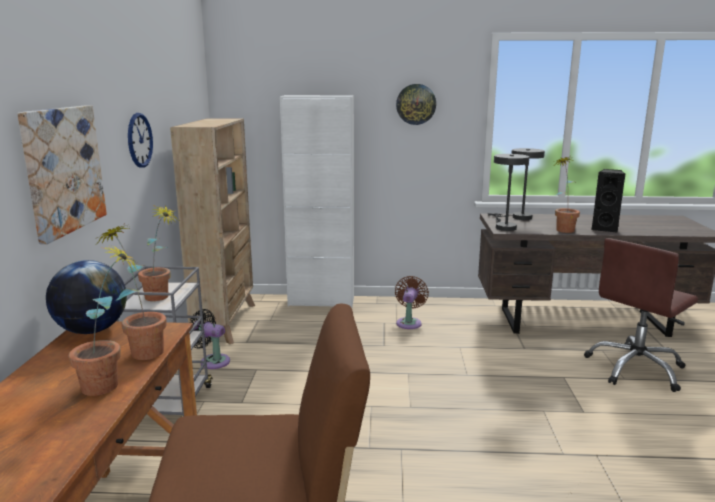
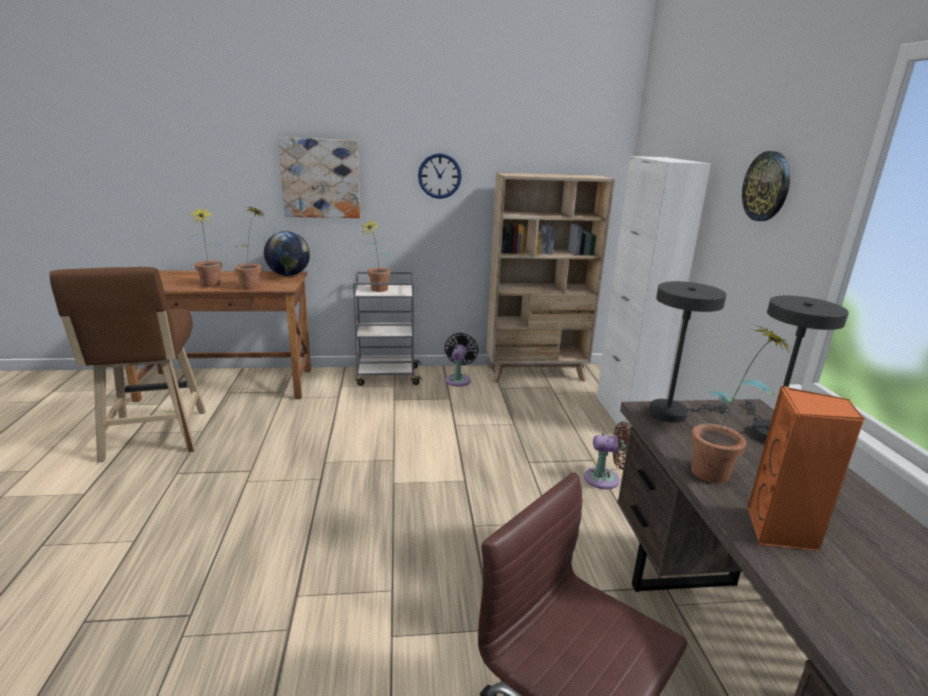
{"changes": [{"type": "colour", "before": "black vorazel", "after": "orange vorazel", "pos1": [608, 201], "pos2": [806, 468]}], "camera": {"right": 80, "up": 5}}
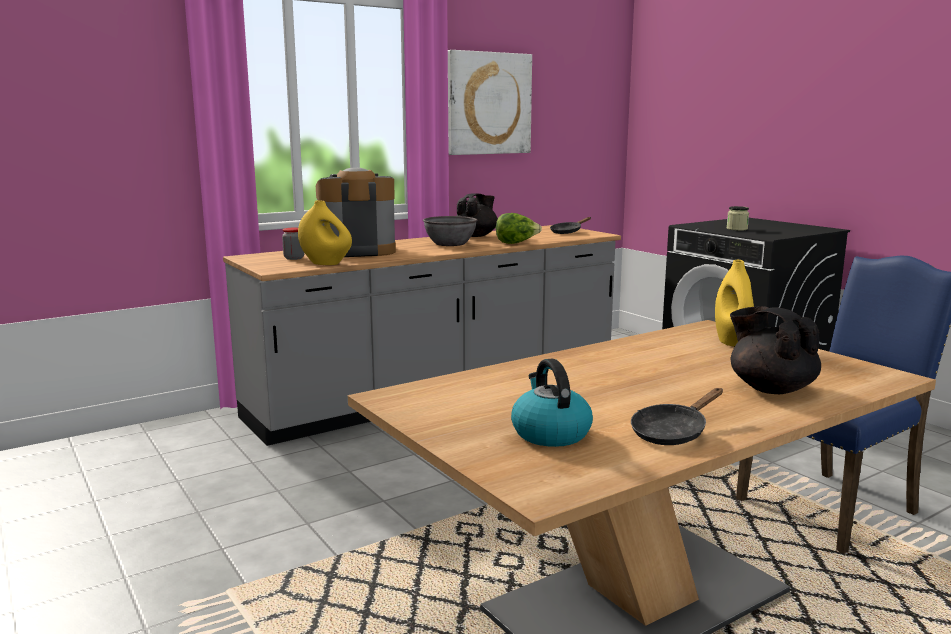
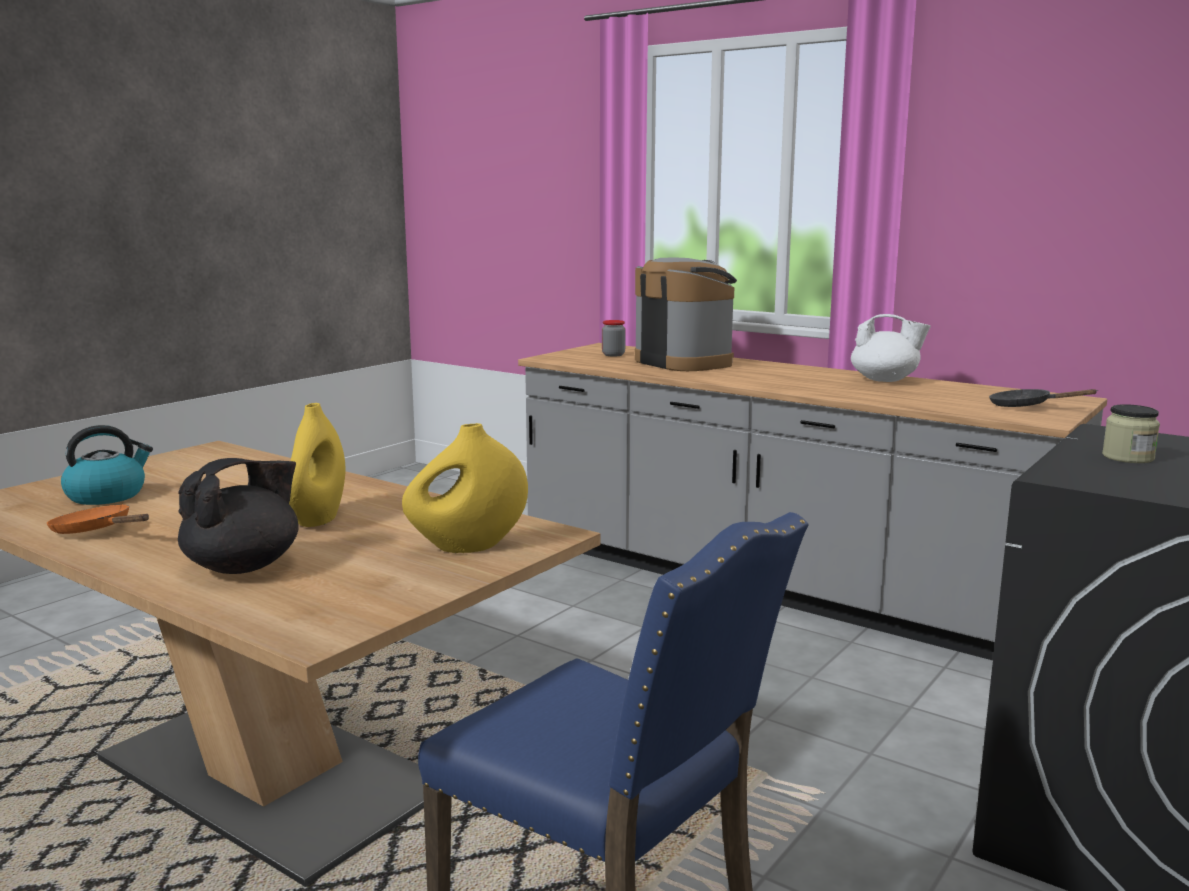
{"changes": [{"type": "missing", "before": "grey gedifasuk", "pos1": [450, 231]}, {"type": "missing", "before": "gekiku", "pos1": [490, 102]}, {"type": "missing", "before": "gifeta", "pos1": [519, 228]}, {"type": "relocated", "before": "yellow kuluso", "pos1": [325, 232], "pos2": [317, 465]}, {"type": "colour", "before": "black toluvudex", "after": "white toluvudex", "pos1": [477, 215], "pos2": [891, 348]}, {"type": "colour", "before": "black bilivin", "after": "orange bilivin", "pos1": [677, 416], "pos2": [98, 519]}], "camera": {"right": 70, "up": 0}}
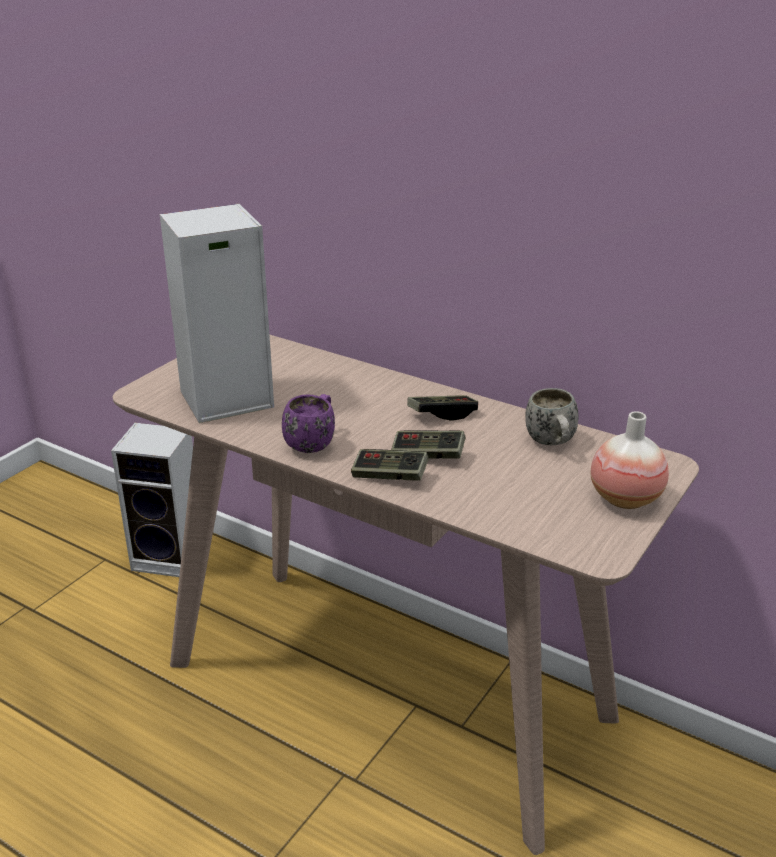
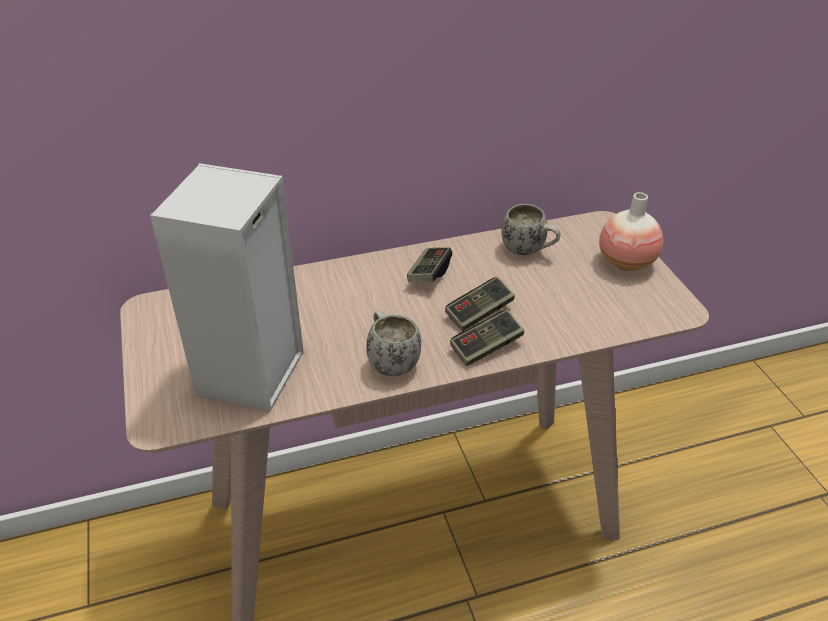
{"changes": [{"type": "missing", "before": "vorazel", "pos1": [152, 500]}, {"type": "colour", "before": "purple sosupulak", "after": "white sosupulak", "pos1": [308, 423], "pos2": [393, 343]}], "camera": {"right": -50, "up": 10}}
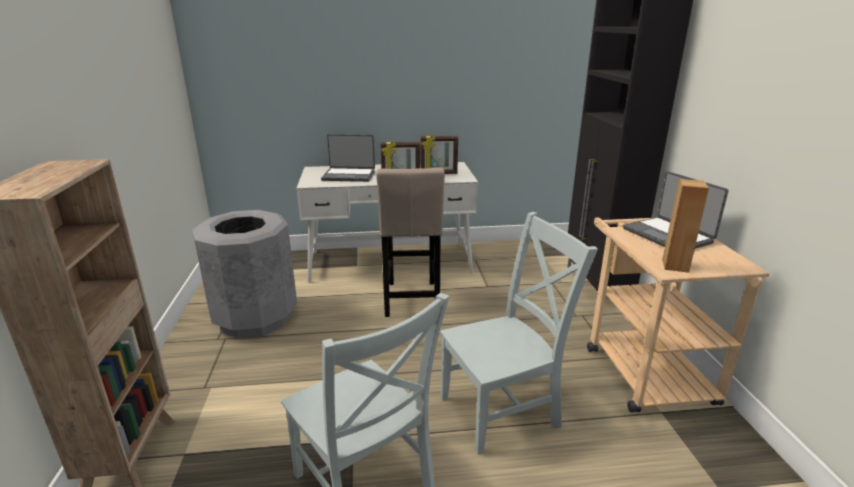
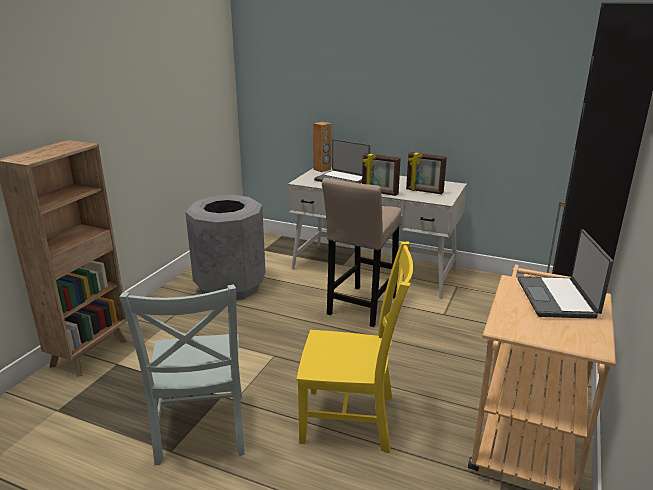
{"changes": [{"type": "relocated", "before": "brown vorazel", "pos1": [685, 226], "pos2": [322, 147]}, {"type": "colour", "before": "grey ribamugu", "after": "yellow ribamugu", "pos1": [519, 333], "pos2": [355, 347]}], "camera": {"right": 30, "up": 0}}
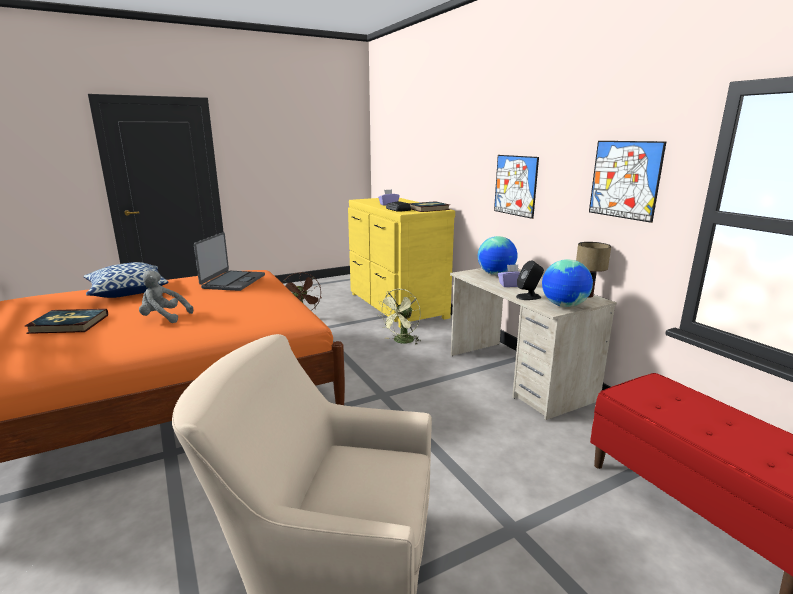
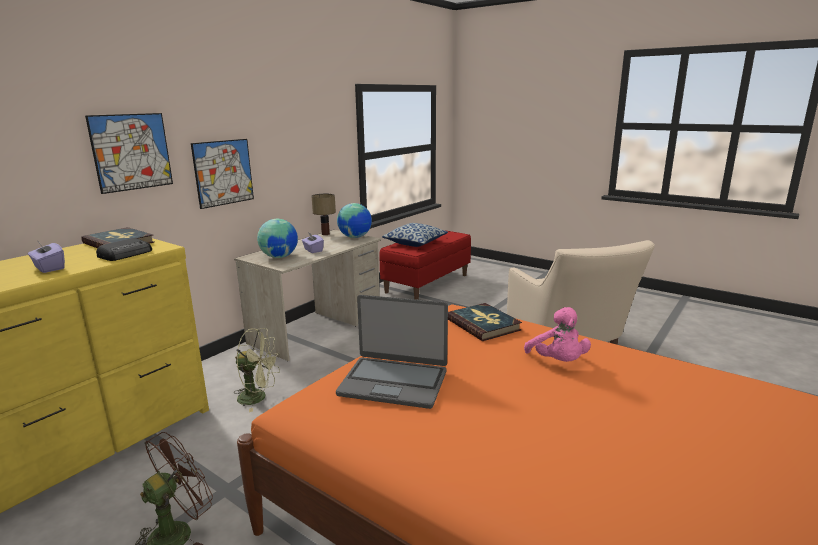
{"changes": [{"type": "missing", "before": "black vorazel", "pos1": [530, 280]}, {"type": "relocated", "before": "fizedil", "pos1": [66, 321], "pos2": [485, 322]}, {"type": "relocated", "before": "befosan", "pos1": [126, 280], "pos2": [415, 235]}, {"type": "relocated", "before": "gekiku", "pos1": [628, 182], "pos2": [129, 153]}, {"type": "colour", "before": "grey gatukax", "after": "pink gatukax", "pos1": [166, 296], "pos2": [557, 334]}, {"type": "spun", "before": "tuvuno", "pos1": [229, 261], "pos2": [392, 352], "turn": -150}], "camera": {"right": -115, "up": 0}}
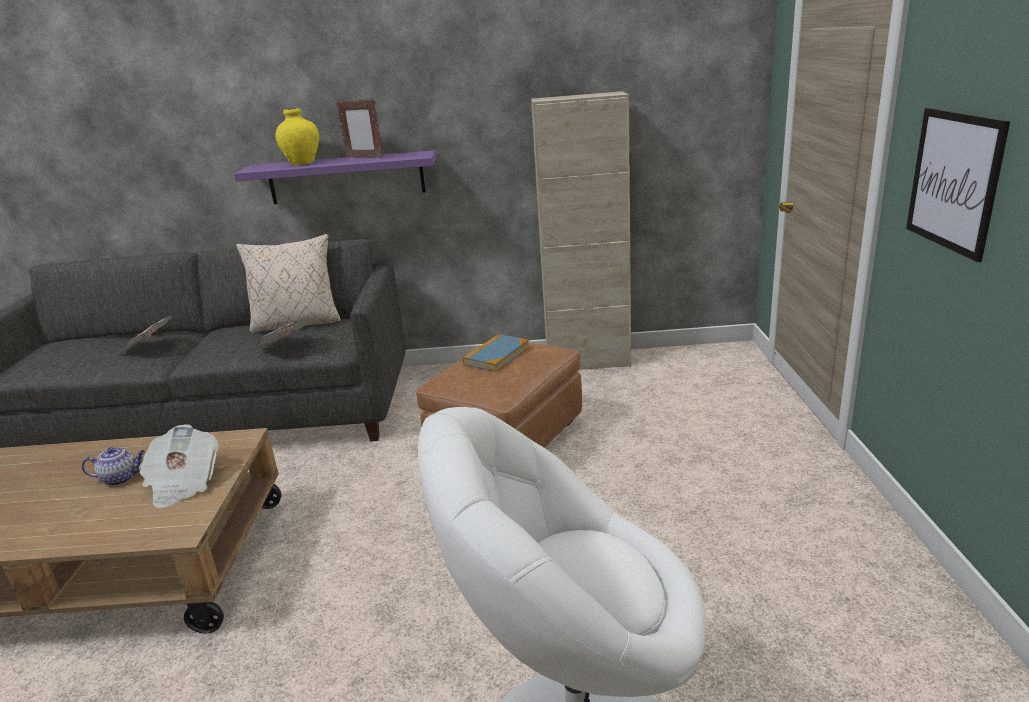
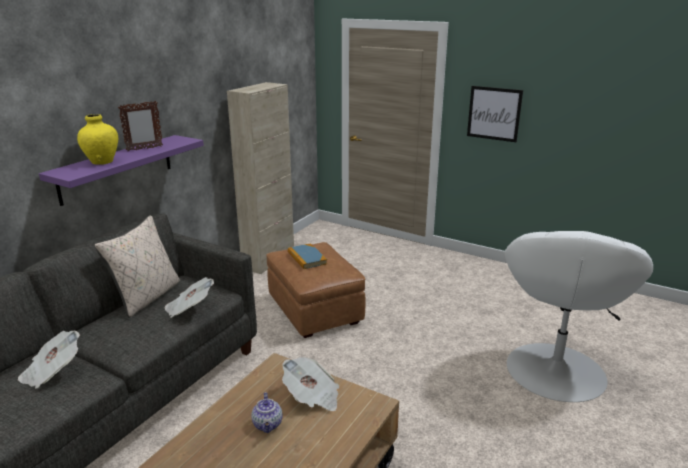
{"changes": [{"type": "spun", "before": "toluvudex", "pos1": [113, 466], "pos2": [267, 412], "turn": 150}], "camera": {"right": -60, "up": 0}}
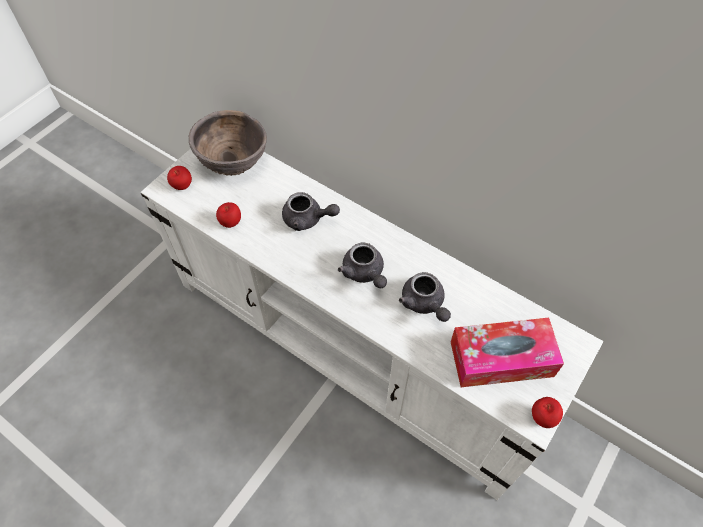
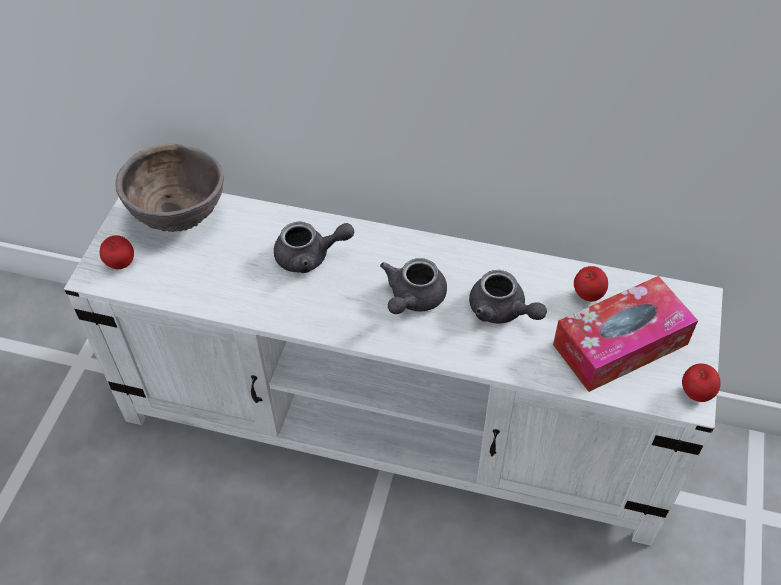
{"changes": [{"type": "relocated", "before": "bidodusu", "pos1": [228, 215], "pos2": [591, 284]}, {"type": "spun", "before": "grey toluvudex", "pos1": [362, 265], "pos2": [413, 286], "turn": 75}], "camera": {"right": -20, "up": -5}}
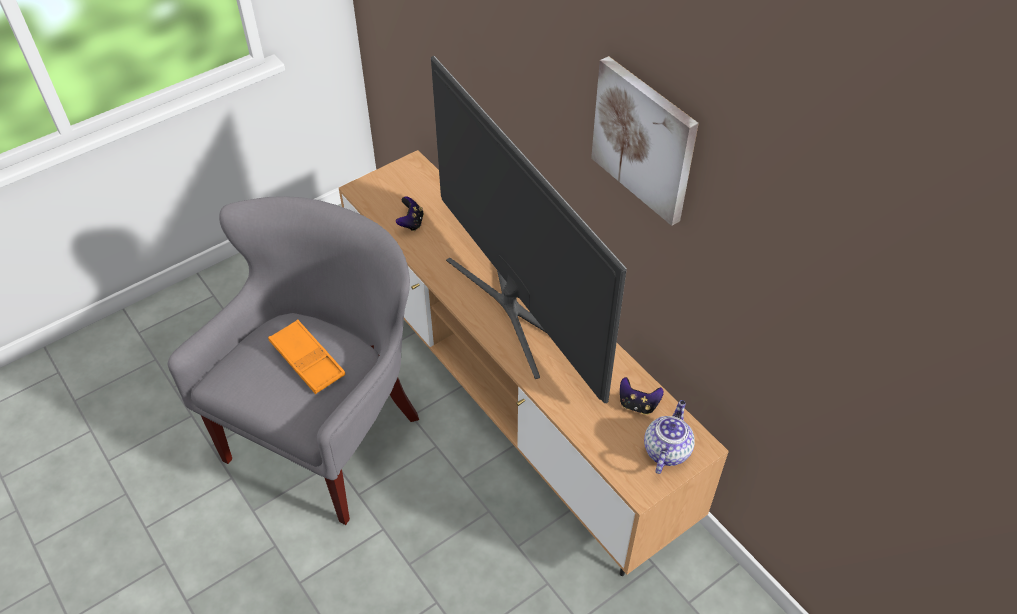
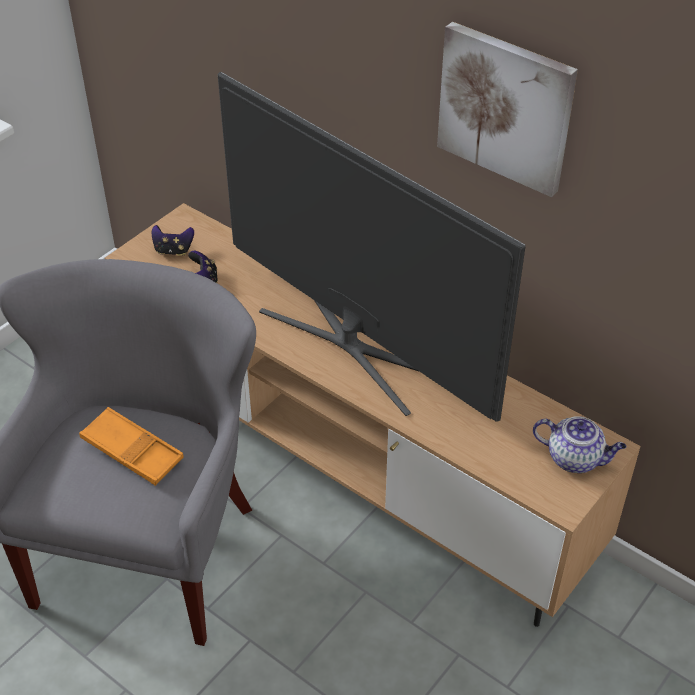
{"changes": [{"type": "relocated", "before": "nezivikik", "pos1": [642, 396], "pos2": [173, 240]}, {"type": "spun", "before": "toluvudex", "pos1": [669, 437], "pos2": [579, 444], "turn": 105}], "camera": {"right": -15, "up": -5}}
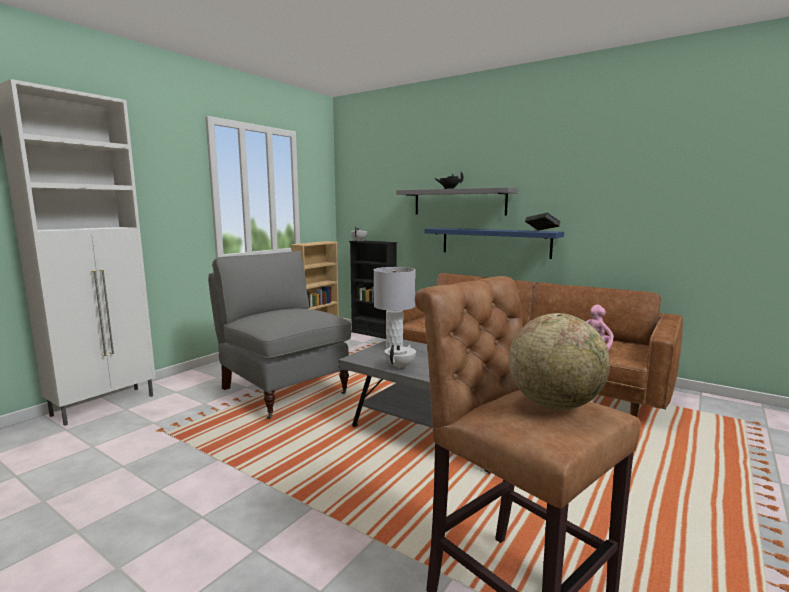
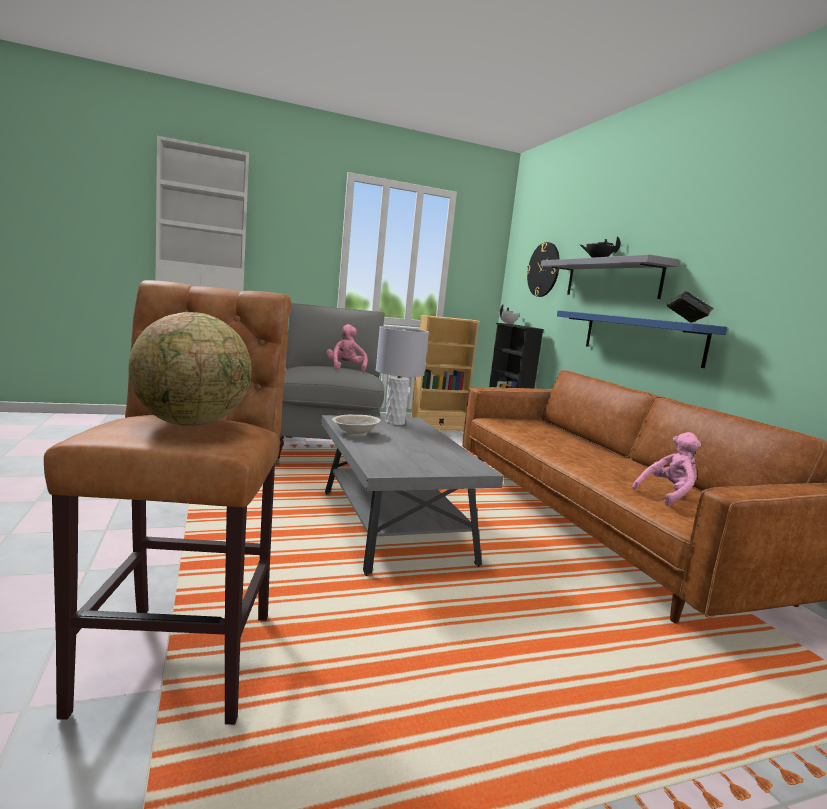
{"changes": [{"type": "appeared", "after": "pink gatukax", "pos2": [347, 348]}, {"type": "appeared", "after": "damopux", "pos2": [543, 269]}, {"type": "exchanged", "before": "white toluvudex", "after": "beige gedifasuk", "pos1": [400, 357], "pos2": [356, 425]}], "camera": {"right": 35, "up": 0}}
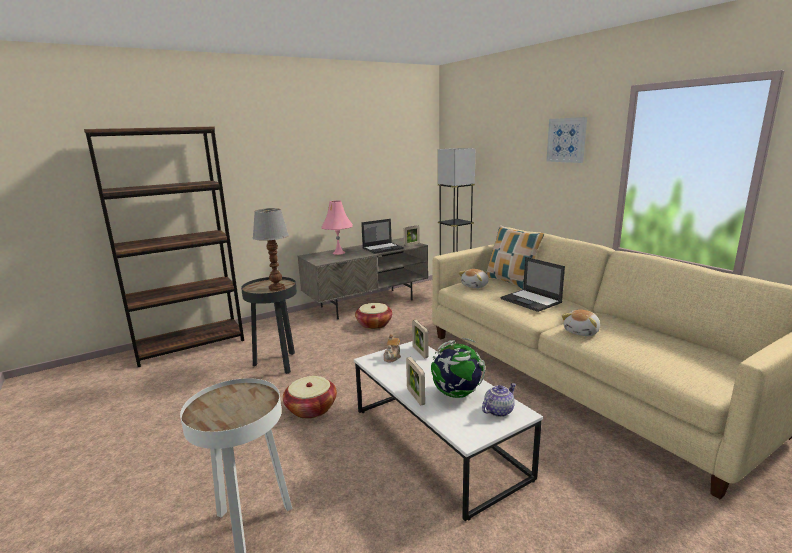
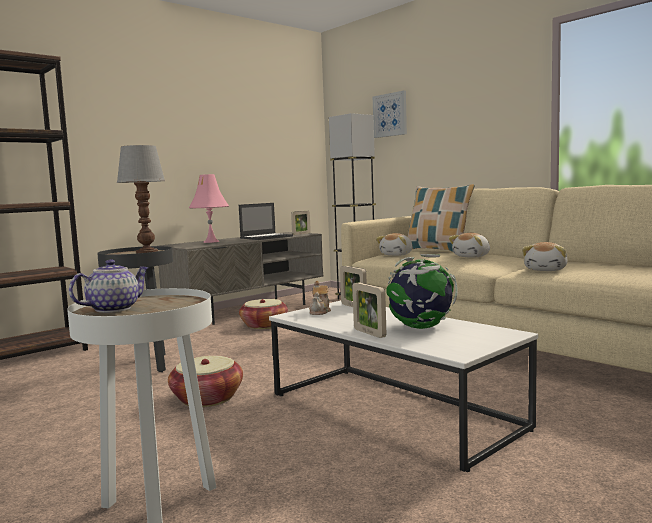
{"changes": [{"type": "relocated", "before": "toluvudex", "pos1": [499, 400], "pos2": [109, 286]}, {"type": "relocated", "before": "gekiku", "pos1": [566, 140], "pos2": [390, 114]}, {"type": "exchanged", "before": "tuvuno", "after": "gatukax", "pos1": [533, 284], "pos2": [469, 245]}], "camera": {"right": -10, "up": -10}}
